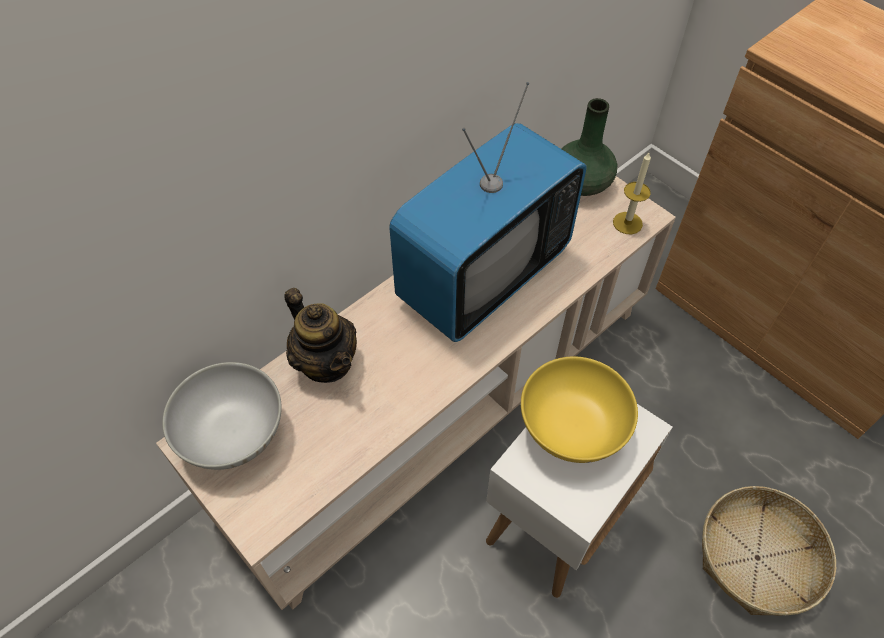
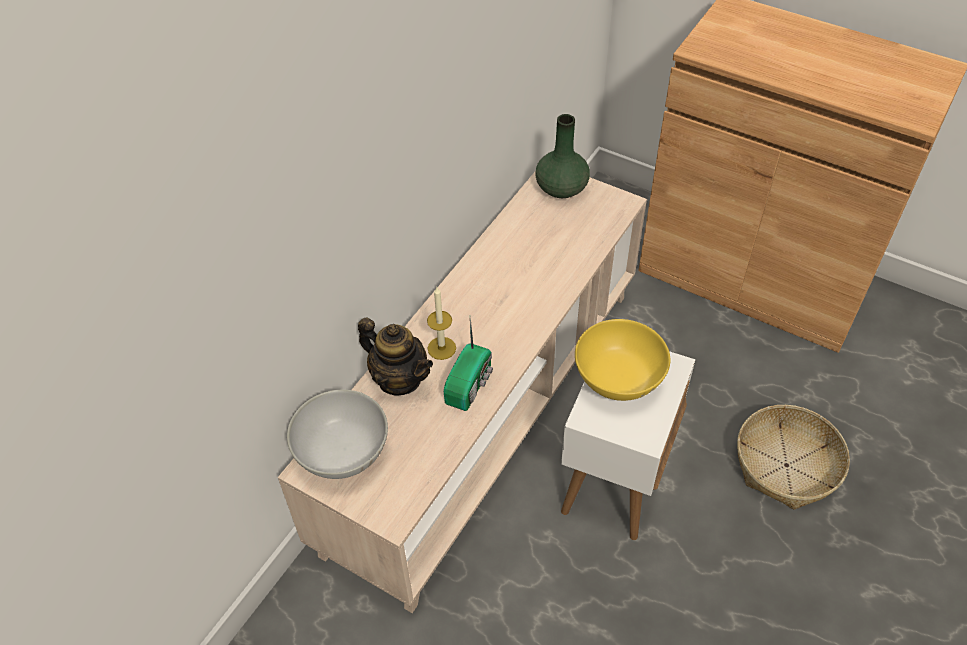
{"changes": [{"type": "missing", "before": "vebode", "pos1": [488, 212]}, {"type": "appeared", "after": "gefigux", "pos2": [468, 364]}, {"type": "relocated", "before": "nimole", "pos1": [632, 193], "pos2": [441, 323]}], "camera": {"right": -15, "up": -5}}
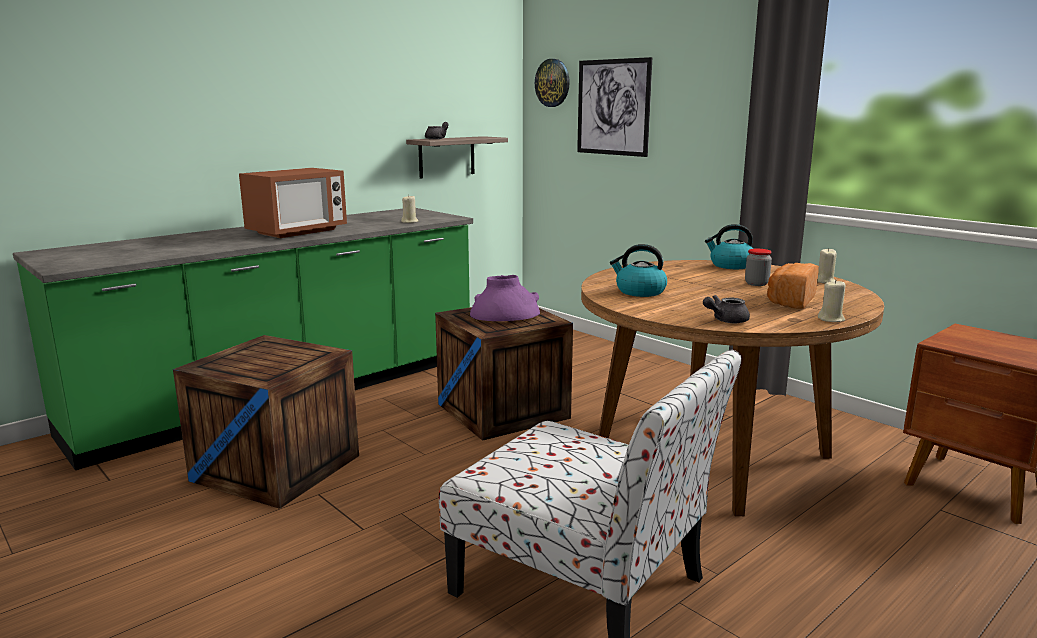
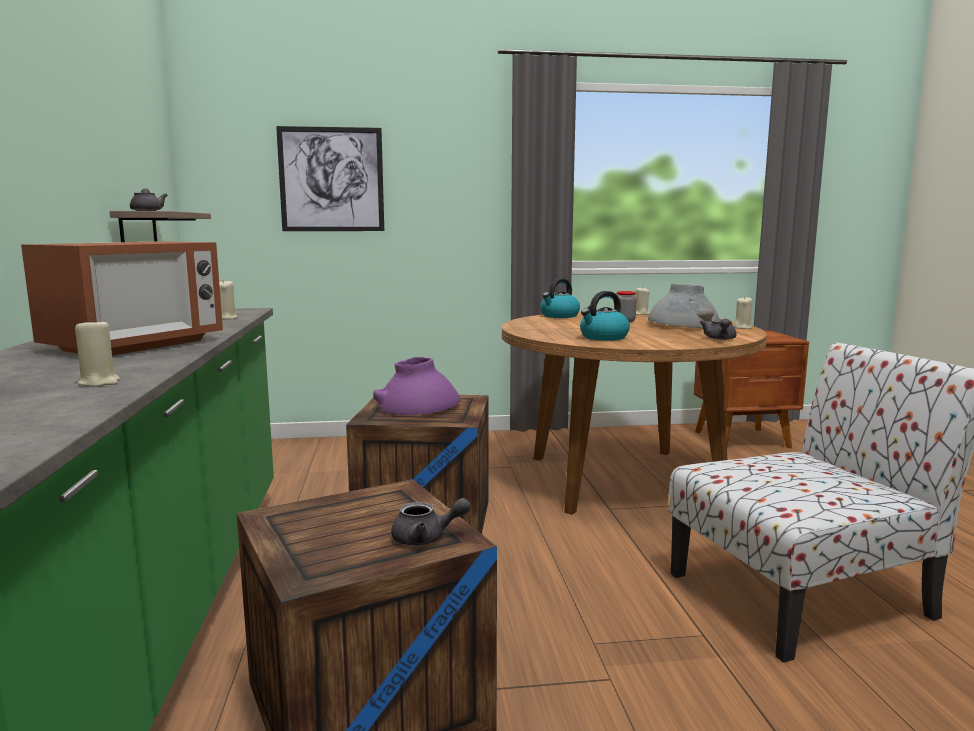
{"changes": [{"type": "missing", "before": "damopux", "pos1": [552, 83]}, {"type": "appeared", "after": "beige nimole", "pos2": [97, 352]}, {"type": "appeared", "after": "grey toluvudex", "pos2": [431, 522]}, {"type": "exchanged", "before": "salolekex", "after": "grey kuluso", "pos1": [793, 286], "pos2": [684, 306]}, {"type": "spun", "before": "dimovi", "pos1": [293, 203], "pos2": [122, 298], "turn": 45}], "camera": {"right": -55, "up": -5}}
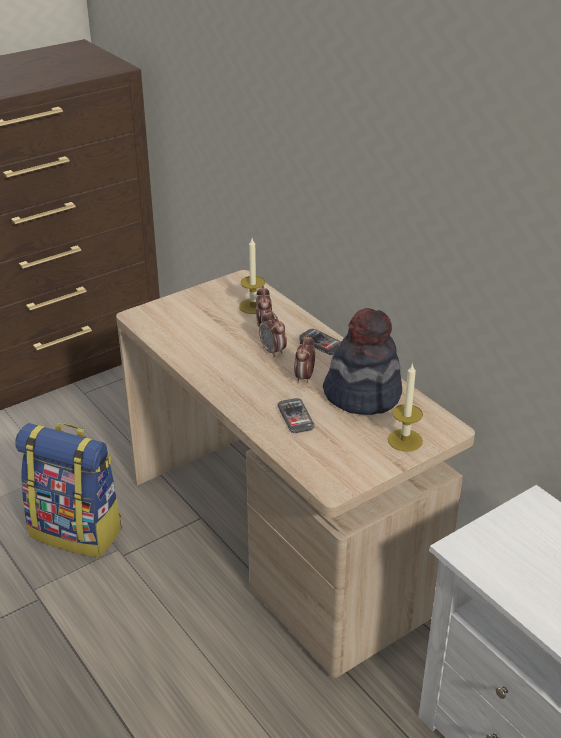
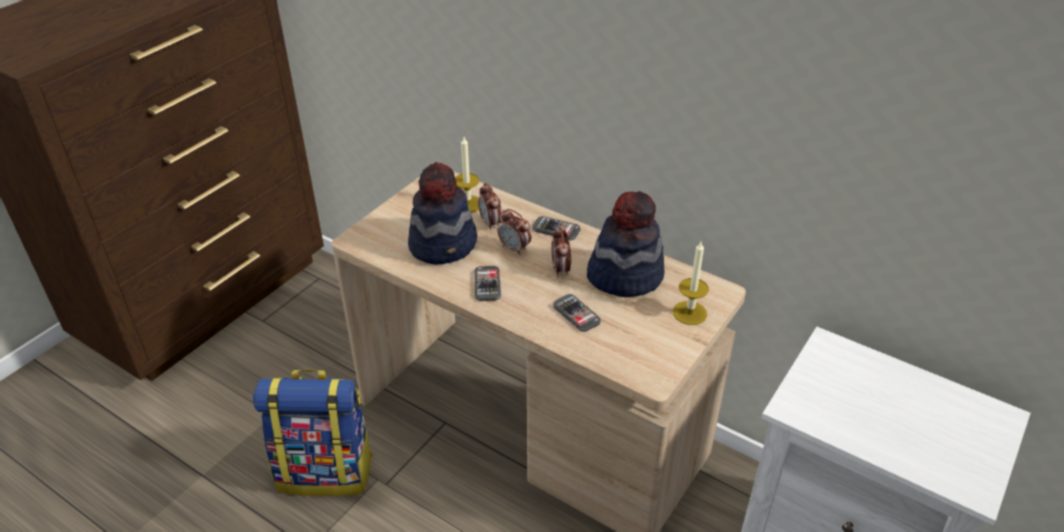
{"changes": [{"type": "appeared", "after": "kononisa", "pos2": [442, 213]}, {"type": "appeared", "after": "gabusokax", "pos2": [487, 283]}], "camera": {"right": -20, "up": 5}}
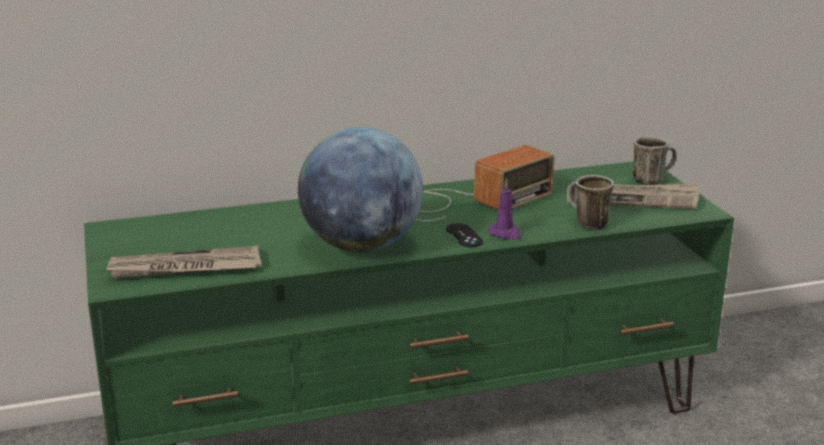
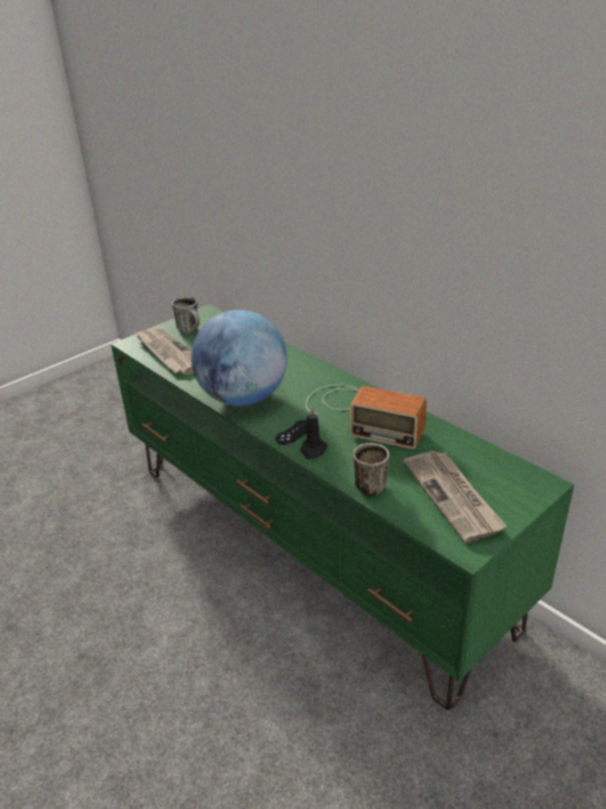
{"changes": [{"type": "relocated", "before": "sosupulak", "pos1": [654, 160], "pos2": [186, 315]}, {"type": "colour", "before": "purple nimole", "after": "black nimole", "pos1": [504, 209], "pos2": [314, 434]}], "camera": {"right": 65, "up": 10}}
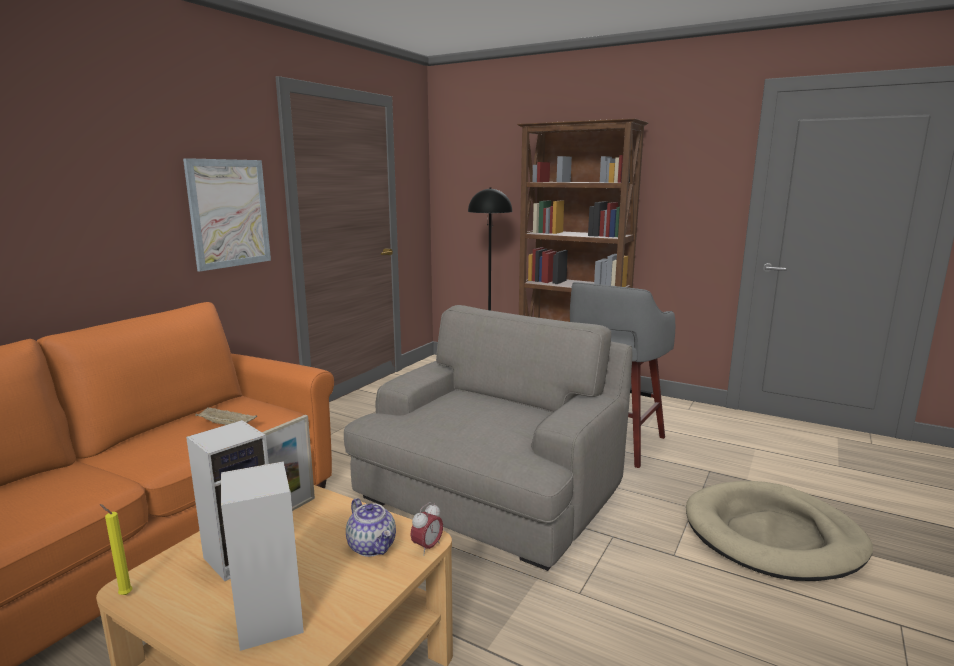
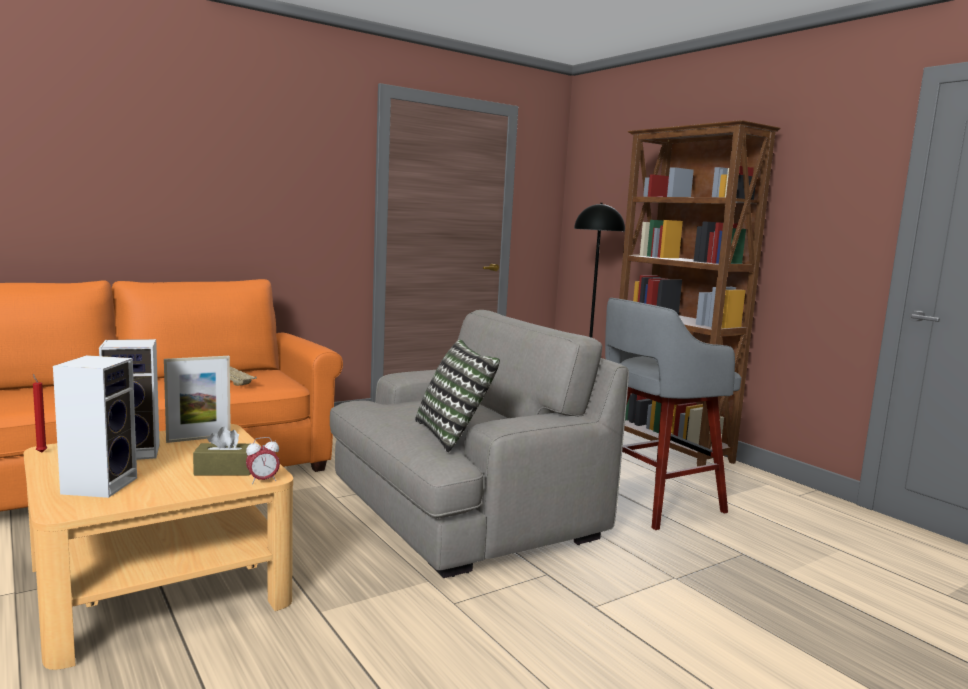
{"changes": [{"type": "missing", "before": "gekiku", "pos1": [227, 215]}, {"type": "missing", "before": "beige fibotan", "pos1": [779, 531]}, {"type": "appeared", "after": "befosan", "pos2": [457, 396]}, {"type": "exchanged", "before": "toluvudex", "after": "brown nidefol", "pos1": [371, 527], "pos2": [222, 451]}, {"type": "colour", "before": "yellow nimole", "after": "red nimole", "pos1": [116, 549], "pos2": [40, 413]}], "camera": {"right": 25, "up": -5}}
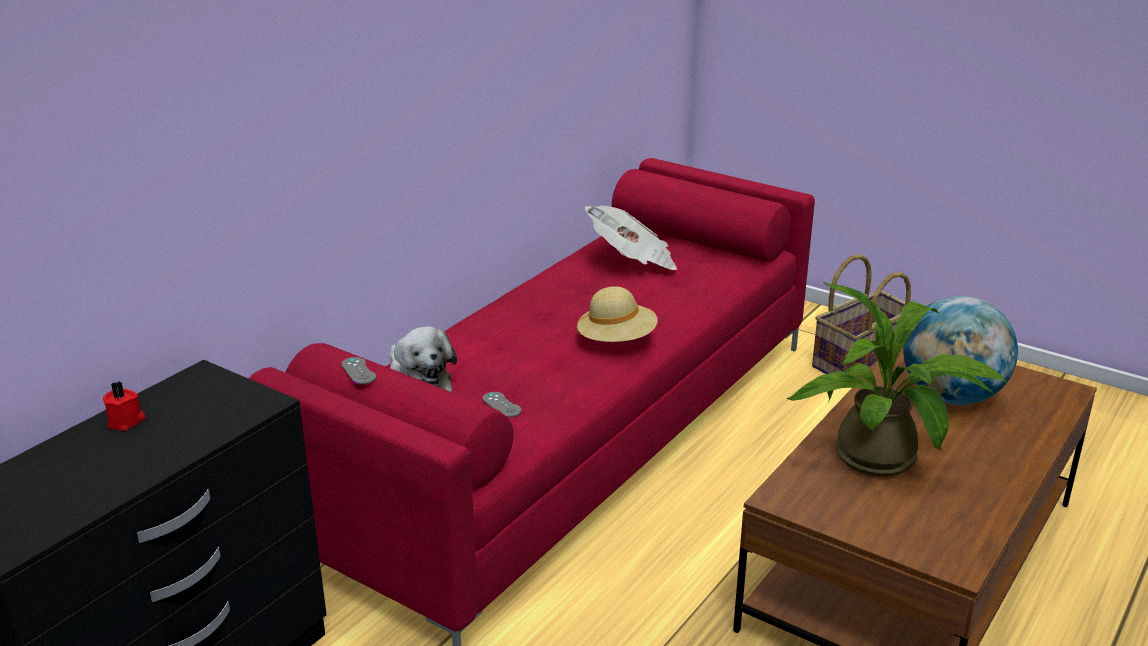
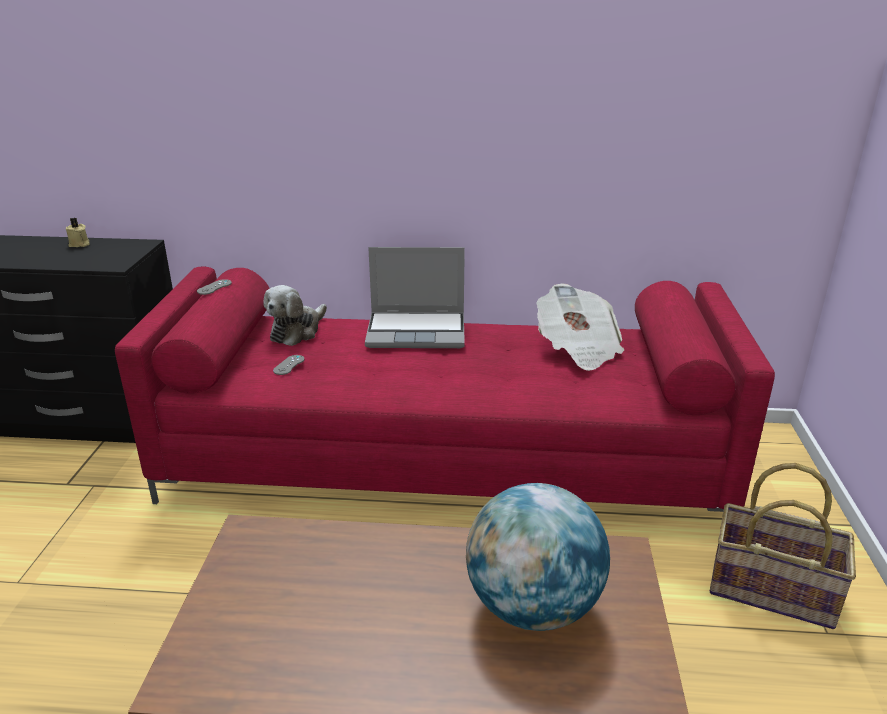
{"changes": [{"type": "missing", "before": "beige kononisa", "pos1": [617, 314]}, {"type": "missing", "before": "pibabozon", "pos1": [896, 379]}, {"type": "appeared", "after": "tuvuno", "pos2": [415, 297]}, {"type": "colour", "before": "red nimole", "after": "beige nimole", "pos1": [124, 406], "pos2": [78, 232]}], "camera": {"right": 60, "up": 0}}
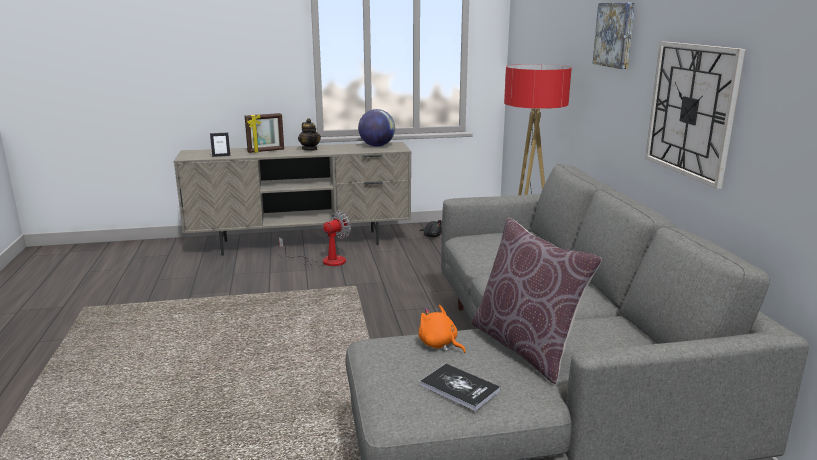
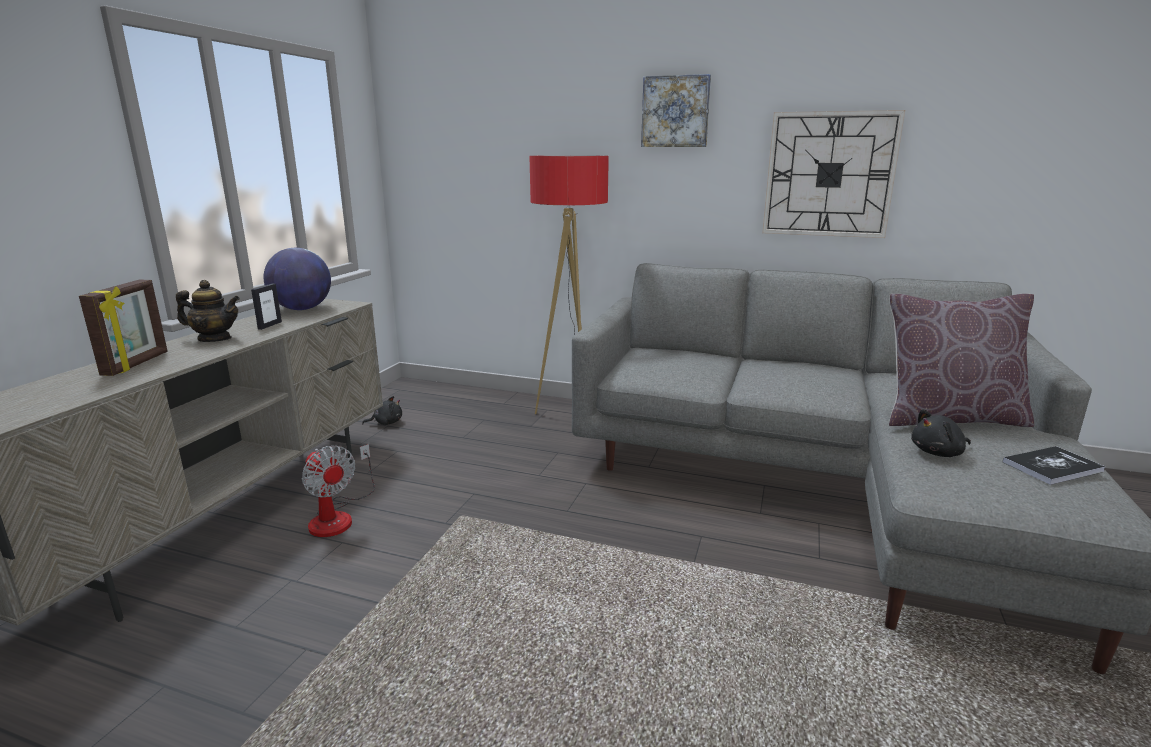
{"changes": [{"type": "relocated", "before": "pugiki", "pos1": [220, 144], "pos2": [266, 307]}, {"type": "colour", "before": "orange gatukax", "after": "black gatukax", "pos1": [442, 329], "pos2": [941, 433]}, {"type": "spun", "before": "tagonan", "pos1": [315, 238], "pos2": [338, 490], "turn": 150}], "camera": {"right": -60, "up": 0}}
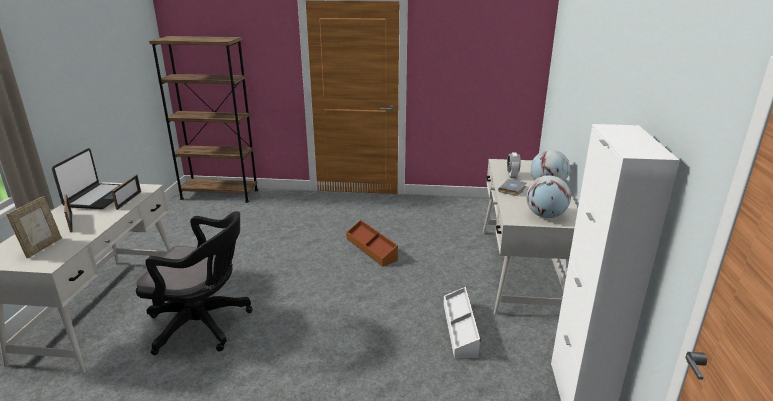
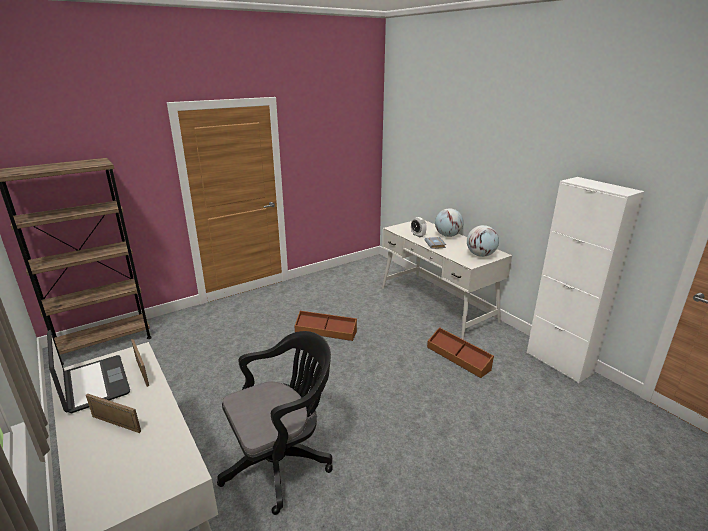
{"changes": [{"type": "missing", "before": "pugiki", "pos1": [34, 227]}, {"type": "colour", "before": "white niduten", "after": "brown niduten", "pos1": [462, 322], "pos2": [460, 352]}], "camera": {"right": -40, "up": 0}}
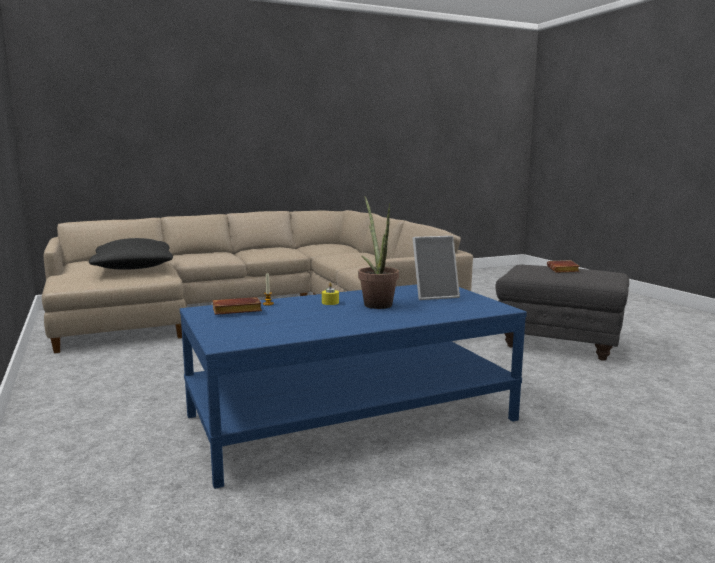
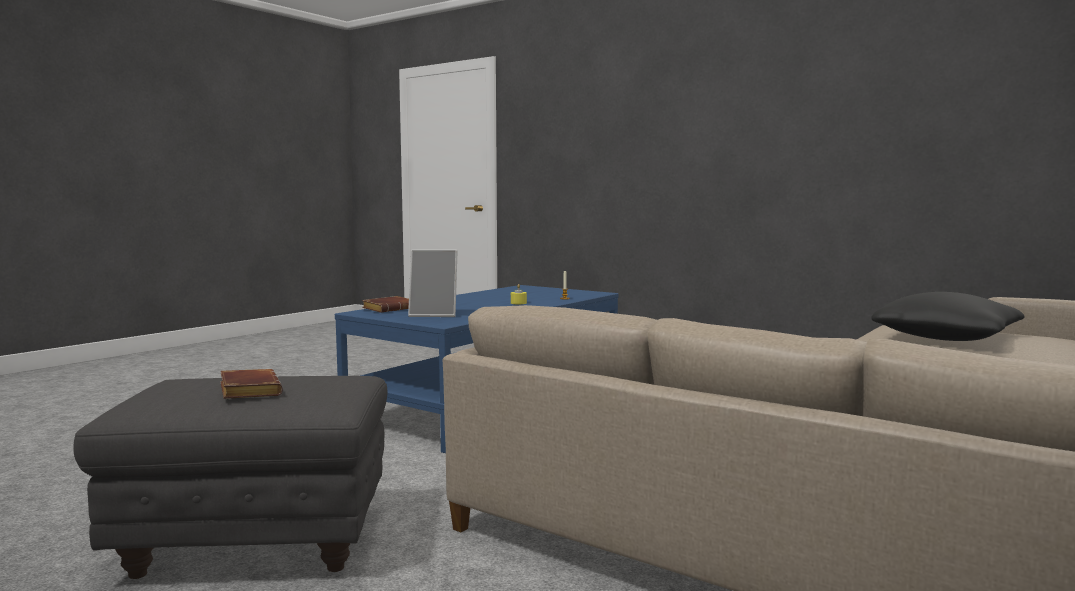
{"changes": [{"type": "missing", "before": "pibabozon", "pos1": [378, 252]}, {"type": "relocated", "before": "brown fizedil", "pos1": [237, 306], "pos2": [385, 304]}, {"type": "spun", "before": "pugiki", "pos1": [436, 268], "pos2": [433, 283], "turn": -135}], "camera": {"right": 150, "up": -5}}
